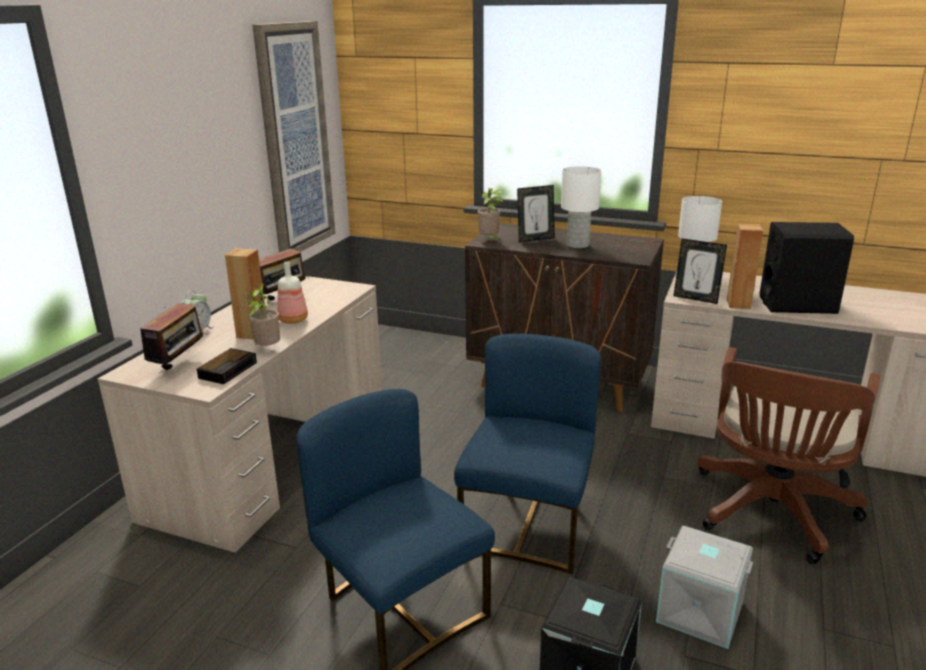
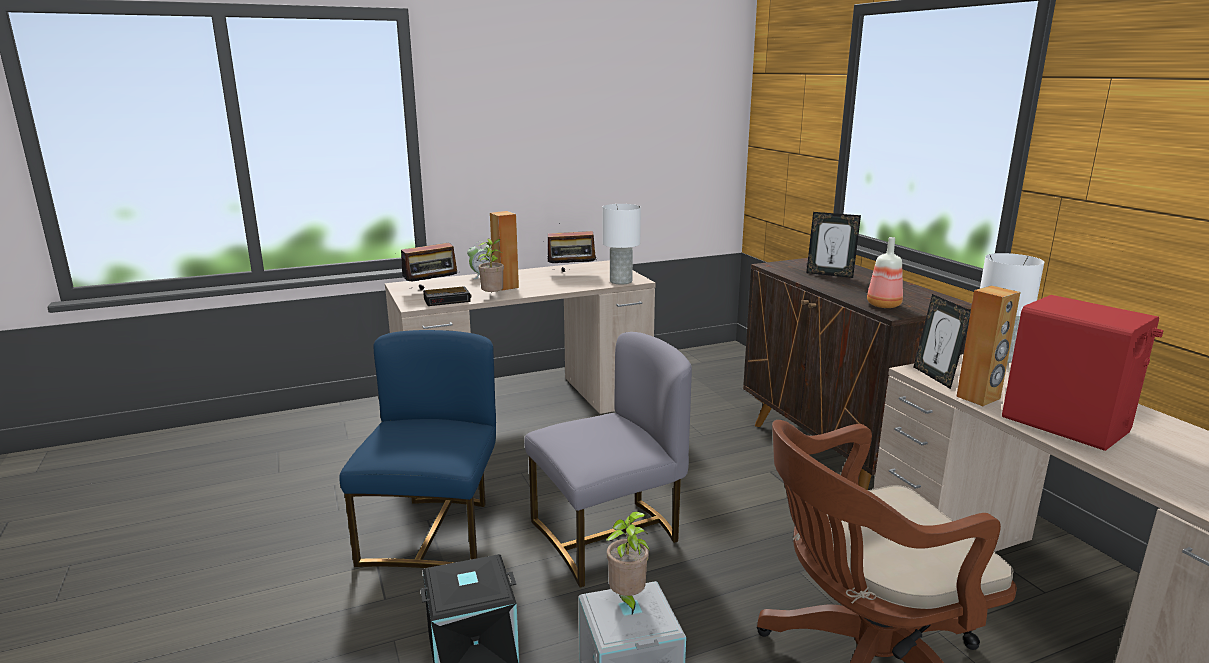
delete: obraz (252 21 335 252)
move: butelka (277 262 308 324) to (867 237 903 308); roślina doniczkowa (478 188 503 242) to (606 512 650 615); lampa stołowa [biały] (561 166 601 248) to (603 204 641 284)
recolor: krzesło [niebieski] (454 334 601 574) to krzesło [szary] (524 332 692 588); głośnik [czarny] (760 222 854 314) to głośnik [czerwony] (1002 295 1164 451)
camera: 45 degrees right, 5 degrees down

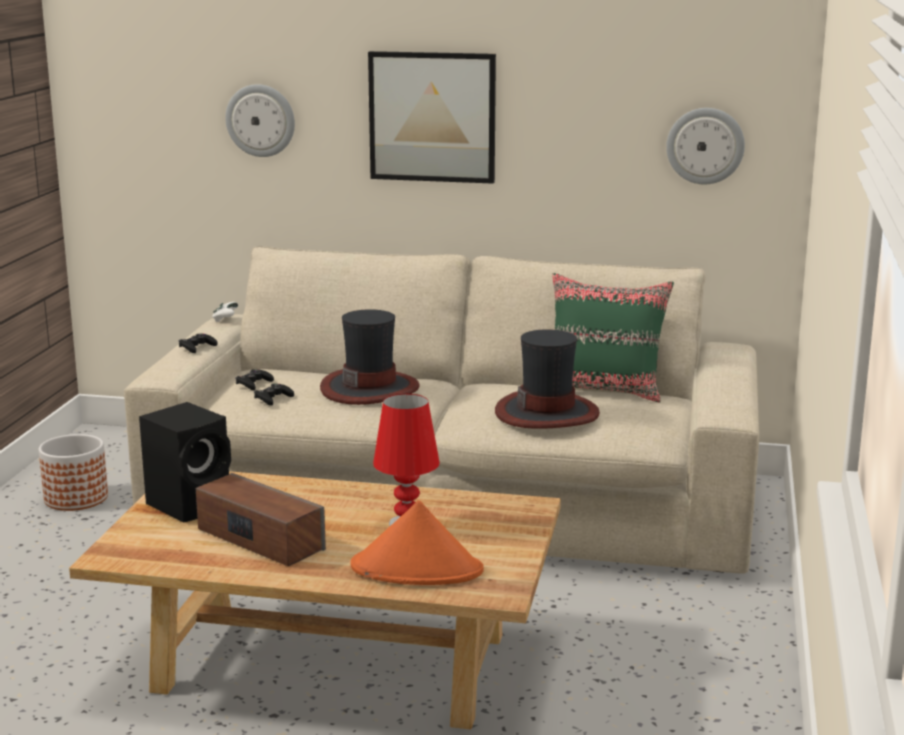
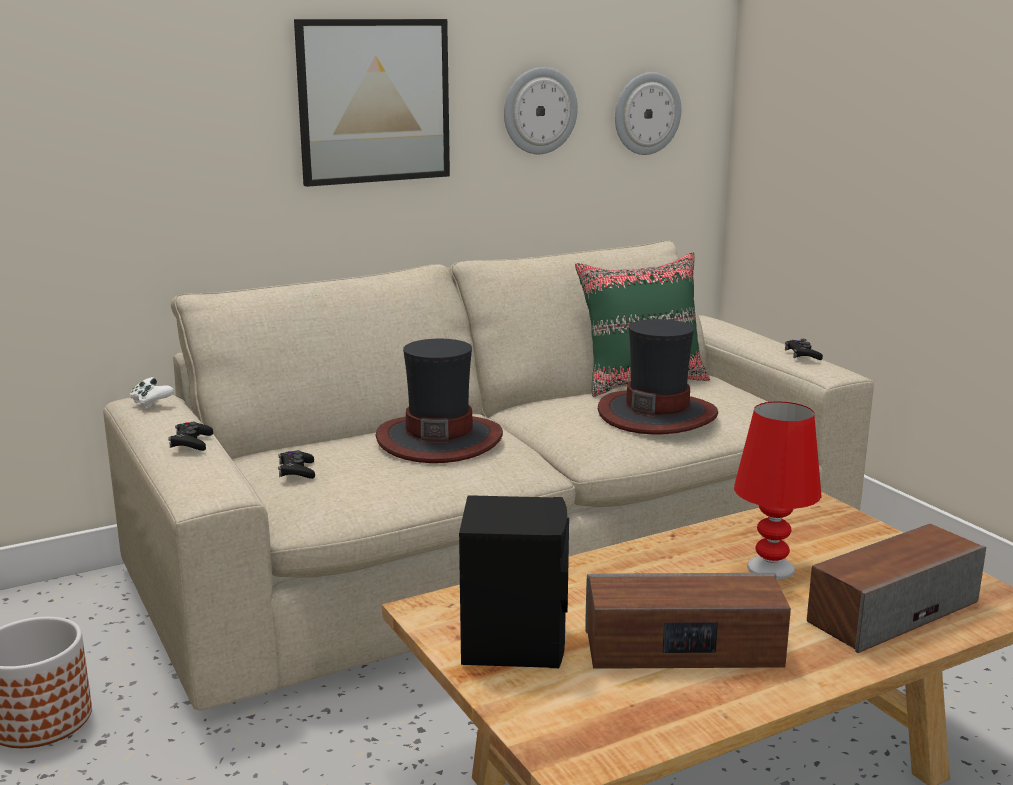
move: zegar ścienny (225 84 295 157) to (504 67 578 154); pad do gier [czarny] (254 384 294 406) to (785 339 823 360)
replace: kapelusz [pomarańczowy] (350 500 484 585) to głośnik (807 524 986 653)
camera: 40 degrees left, 0 degrees up

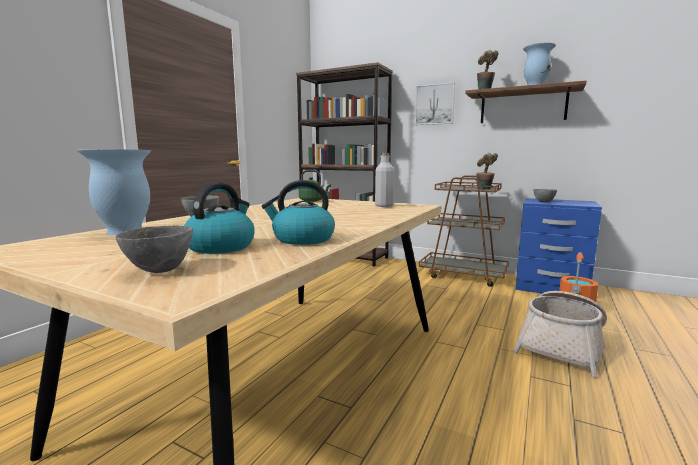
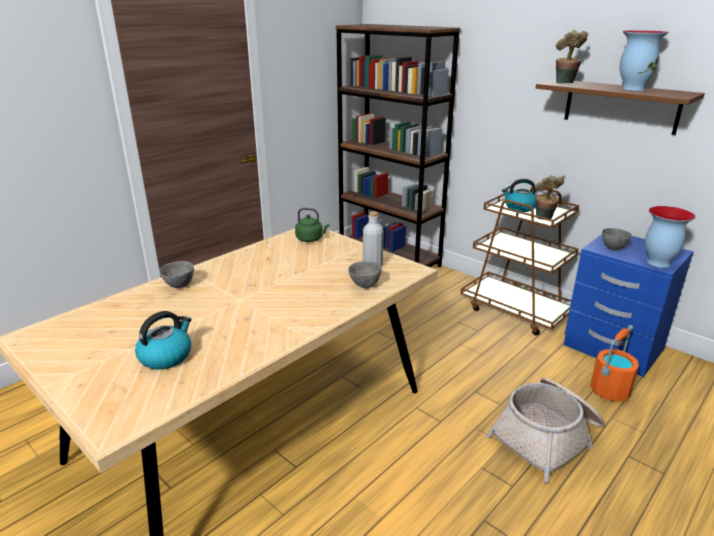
delete: obraz (415 82 455 125)
move: wazon (77 149 151 236) to (645 206 696 268); miska [szary] (115 226 193 273) to (348 261 382 288); czajnik (262 180 335 245) to (502 179 536 212)
camera: 15 degrees right, 15 degrees up

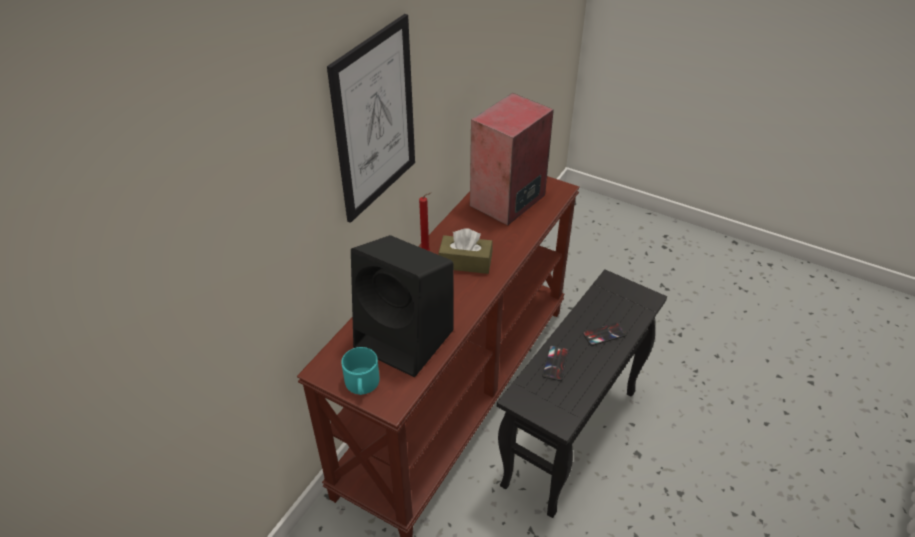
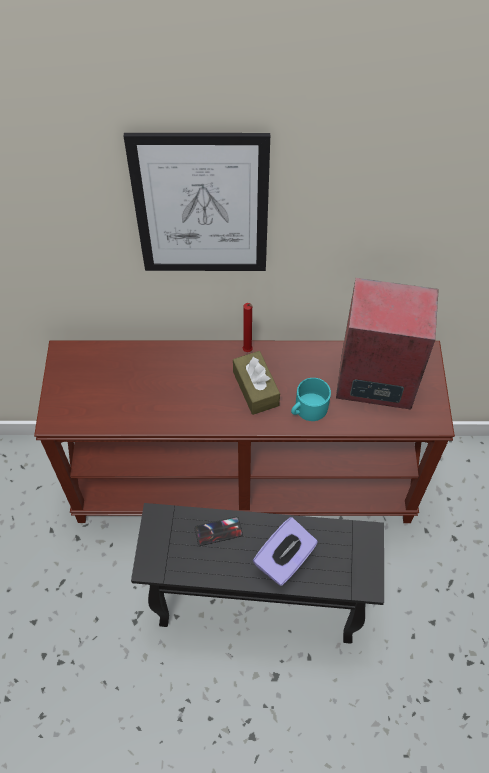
delete: głośnik [czarny] (351 235 454 377)
move: kubek [turkusowy] (341 347 379 395) to (291 378 331 421)
replace: telefon (583 322 627 346) to pudełko chusteczek [fioletowy] (253 517 318 586)
camera: 60 degrees right, 15 degrees up

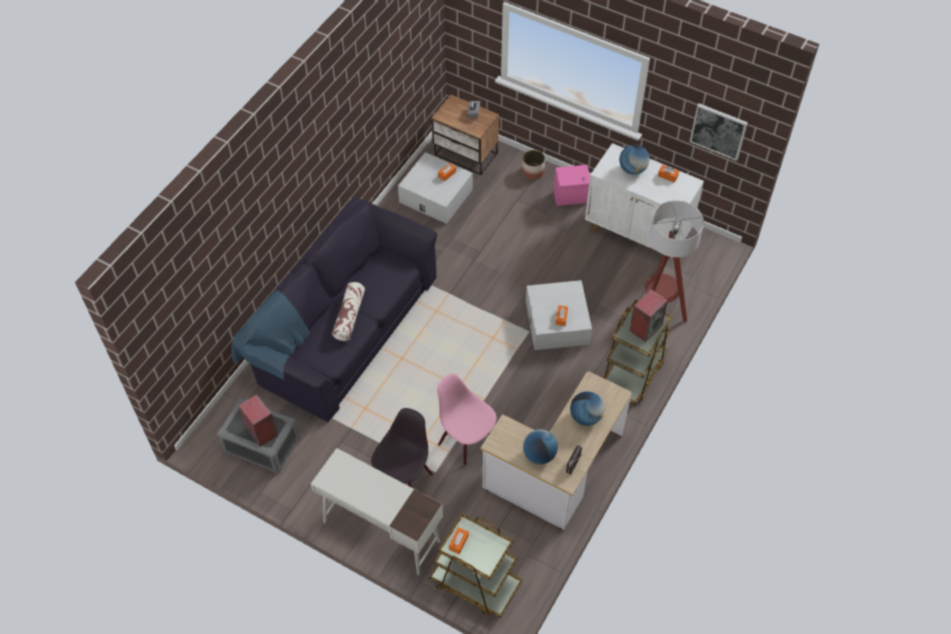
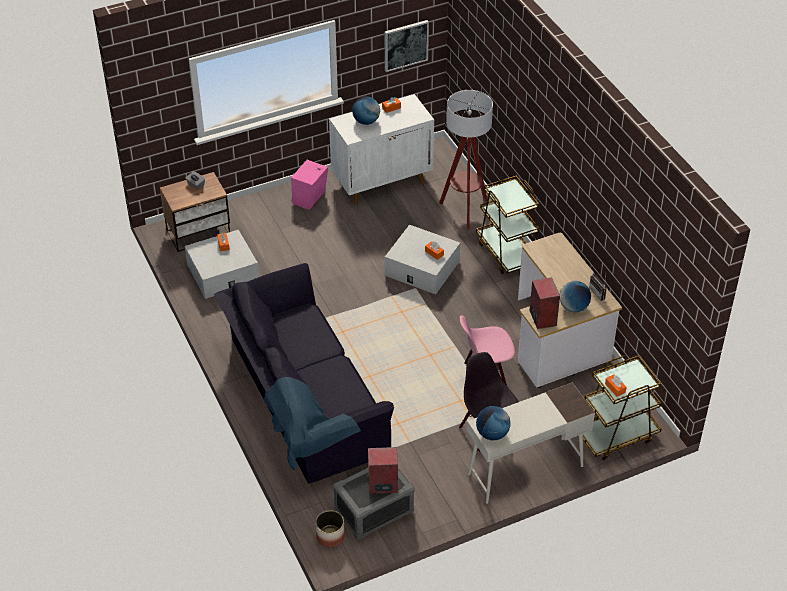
delete: poduszka (332 282 365 341)
move: donica (522 150 545 180) to (316 510 345 547); globus (570 391 605 426) to (476 406 511 441); głośnik (629 289 668 342) to (529 277 560 329)
camera: 55 degrees left, 10 degrees down

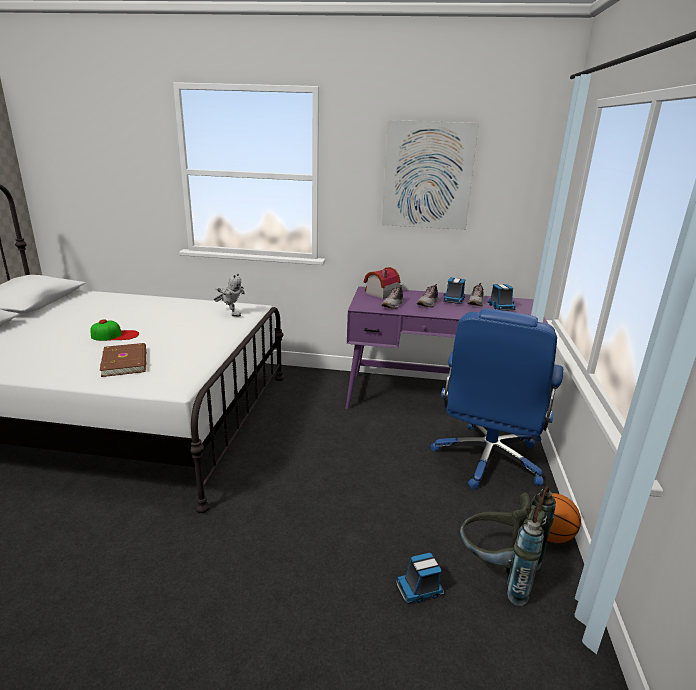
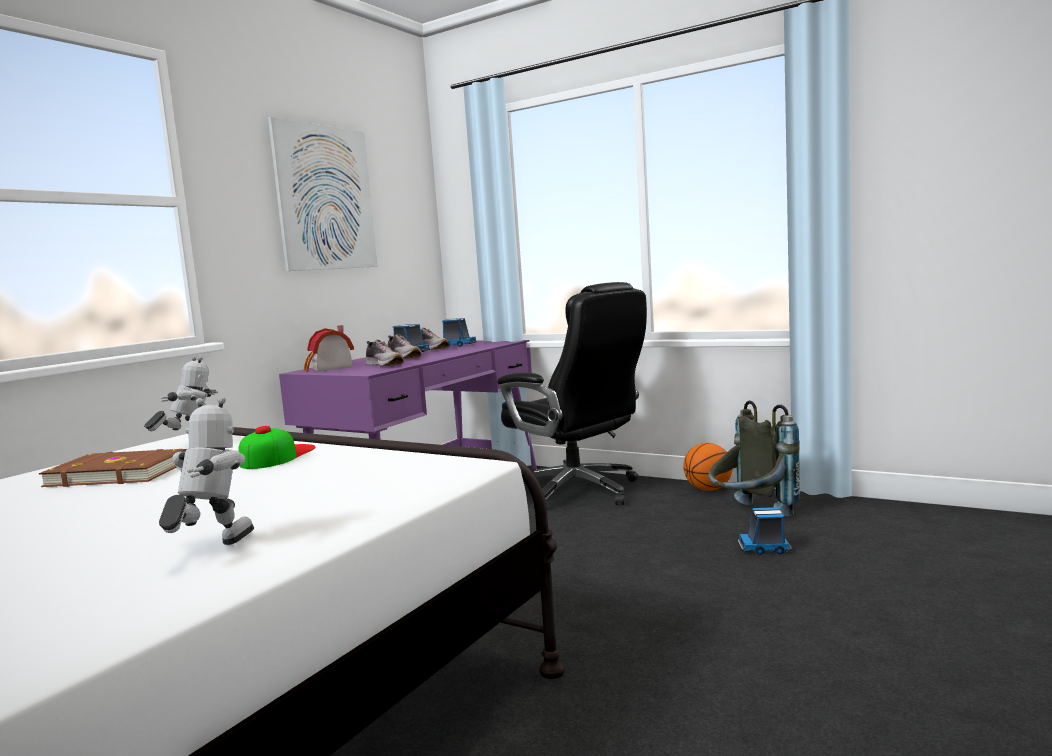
insert: robot zabawkowy (159 397 254 545)
move: czapka z daszkiem (90 319 139 341) to (239 426 316 469); książka [brązowy] (100 343 146 377) to (39 449 187 487)
recolor: krzesło biurowe [niebieski] (431 309 563 490) to krzesło biurowe [czarny] (497 282 647 509)
rotate: ciężarówka zabawkowa (396 553 445 604) = (738 507 792 555) 90 degrees clockwise
camera: 65 degrees left, 15 degrees down

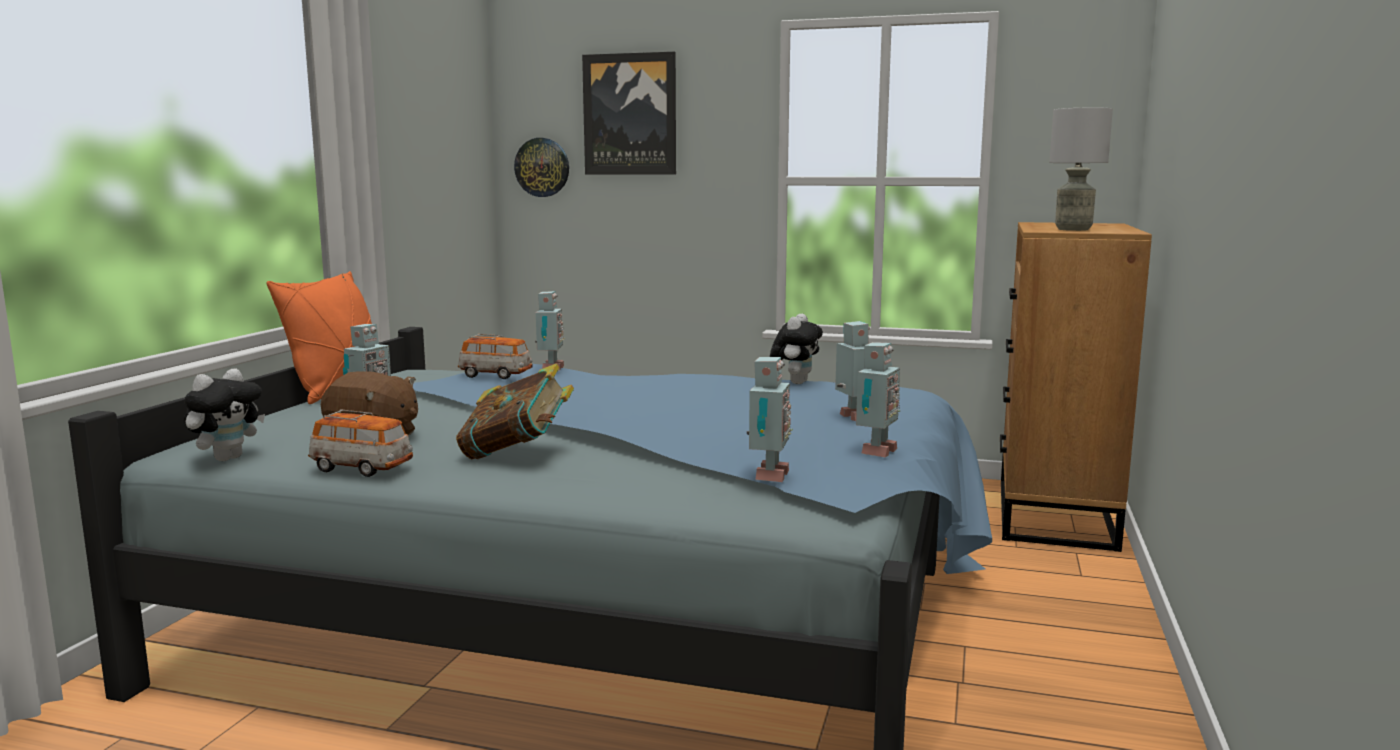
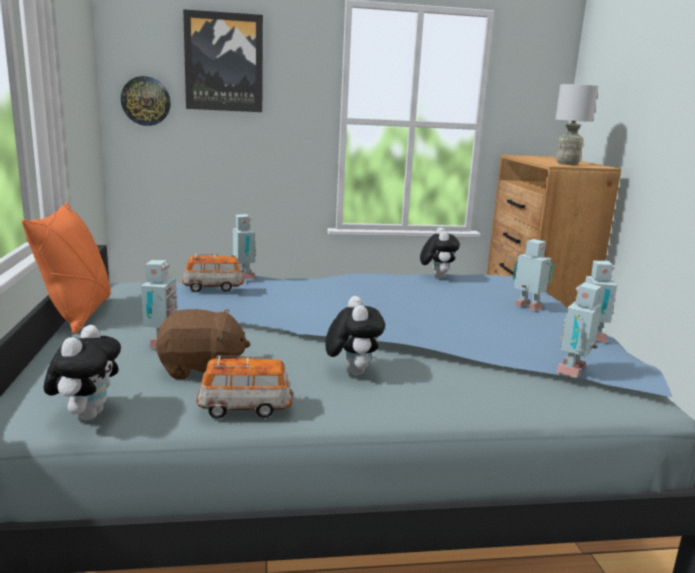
replace: książka (456 363 574 459) to pluszak (326 296 385 375)
rotate: robot zabawkowy (747 357 793 482) = (556 282 602 378) 135 degrees counterclockwise
camera: 25 degrees left, 5 degrees up

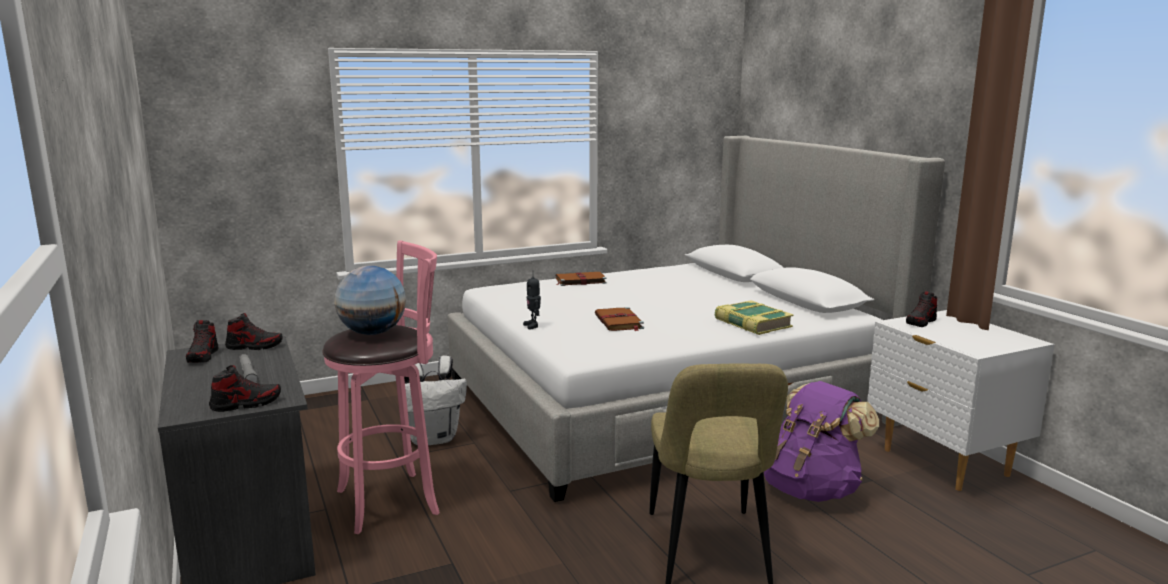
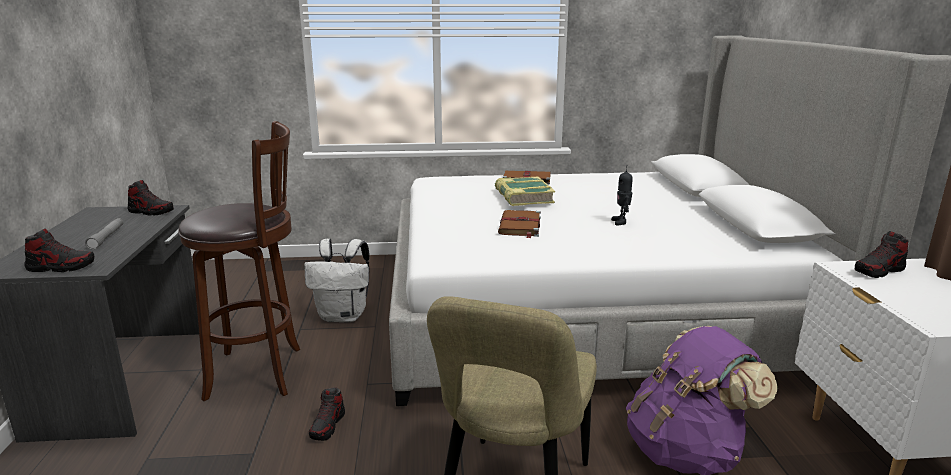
delete: globus (334 266 406 335)
move: but (186 320 219 363) to (309 387 345 441); robot zabawkowy (523 276 541 330) to (611 165 633 226); książka (715 300 794 335) to (495 177 555 206)
recolor: stołek [różowy] (322 241 440 534) to stołek [brązowy] (178 121 300 401)
camera: 20 degrees right, 5 degrees up

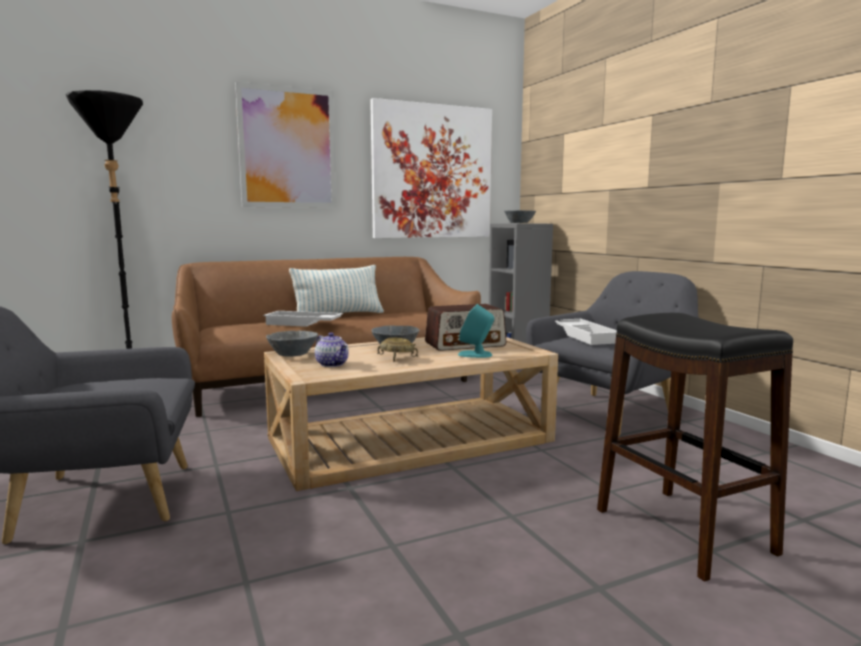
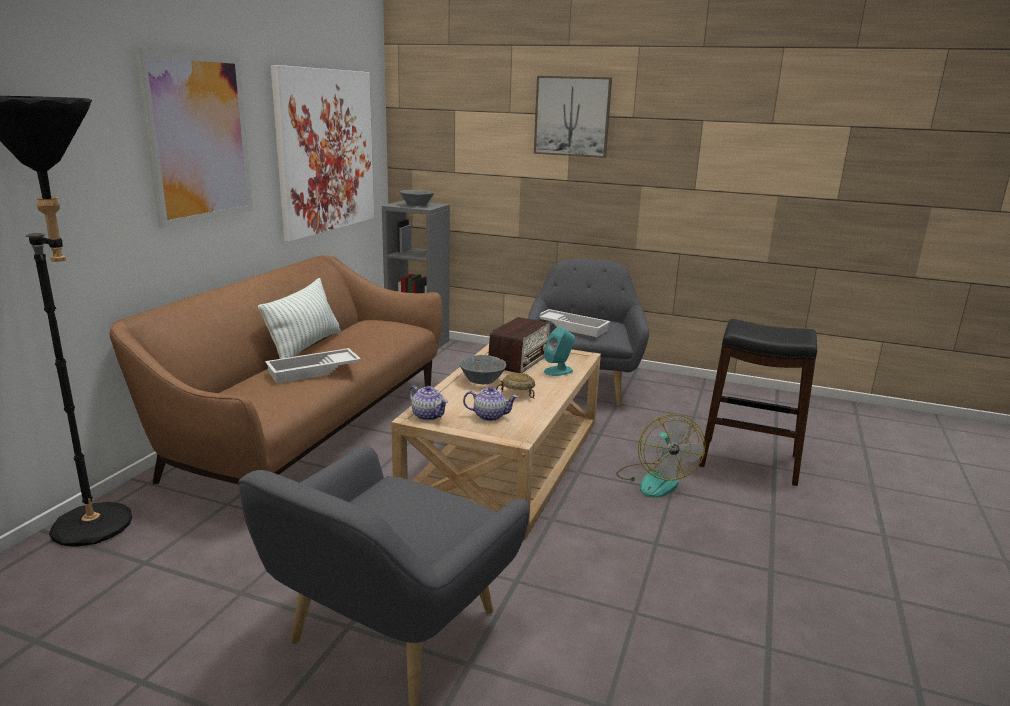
insert: obraz (534 76 612 158); wentylator (616 414 706 498)
replace: miska [szary] (266 331 318 357) to imbryk (409 386 448 421)
camera: 45 degrees left, 10 degrees up

